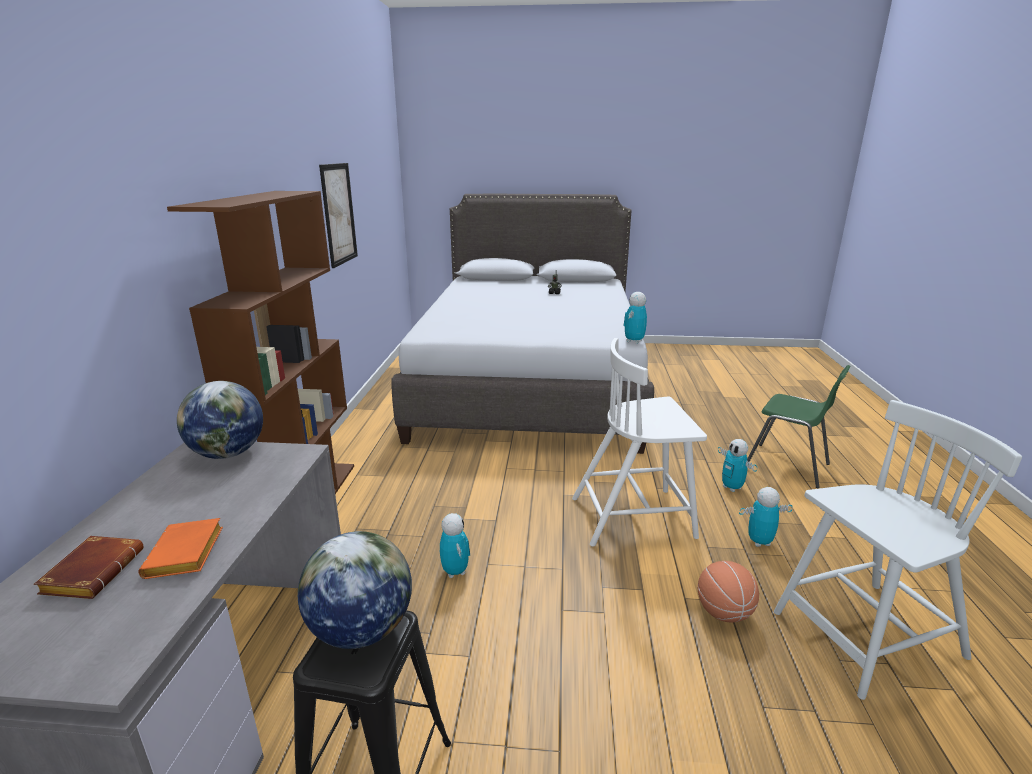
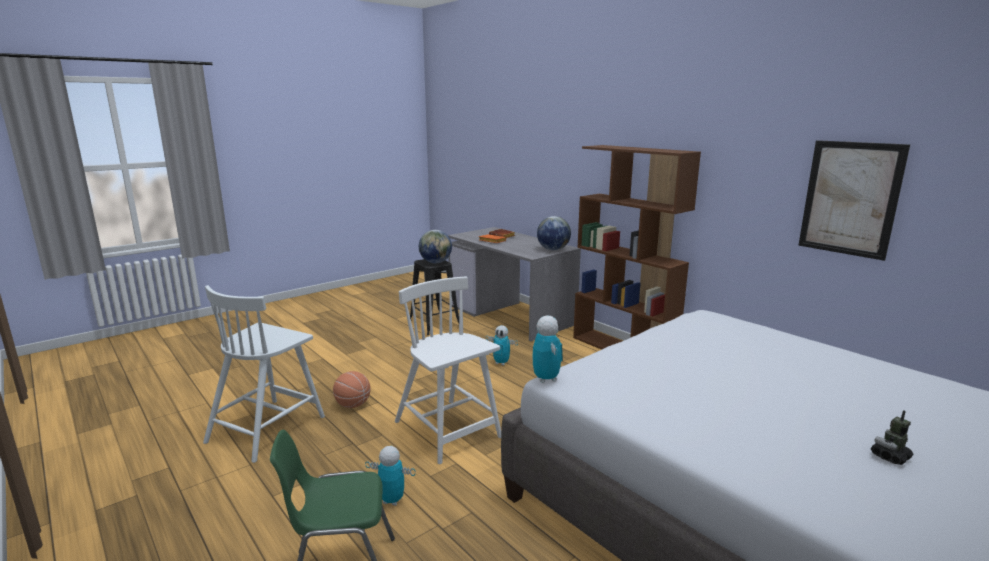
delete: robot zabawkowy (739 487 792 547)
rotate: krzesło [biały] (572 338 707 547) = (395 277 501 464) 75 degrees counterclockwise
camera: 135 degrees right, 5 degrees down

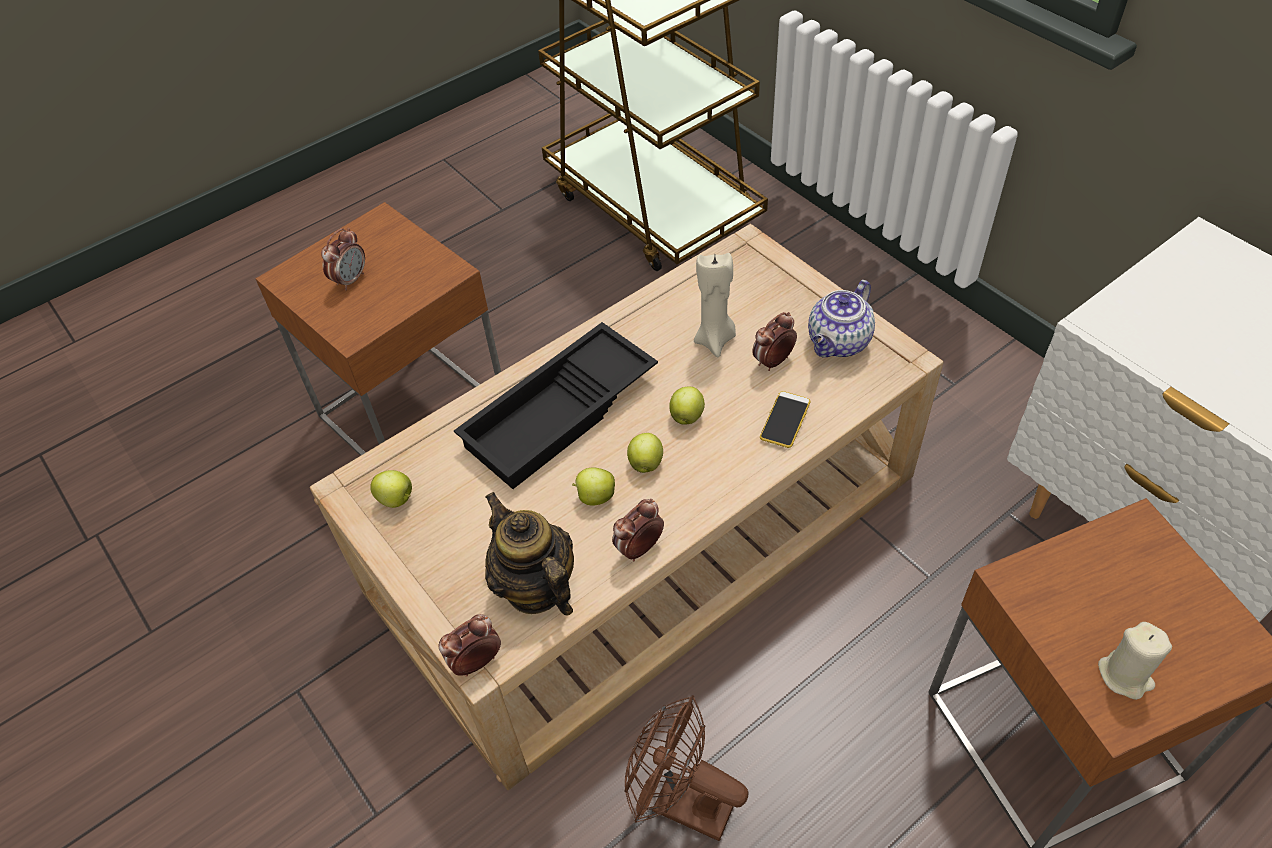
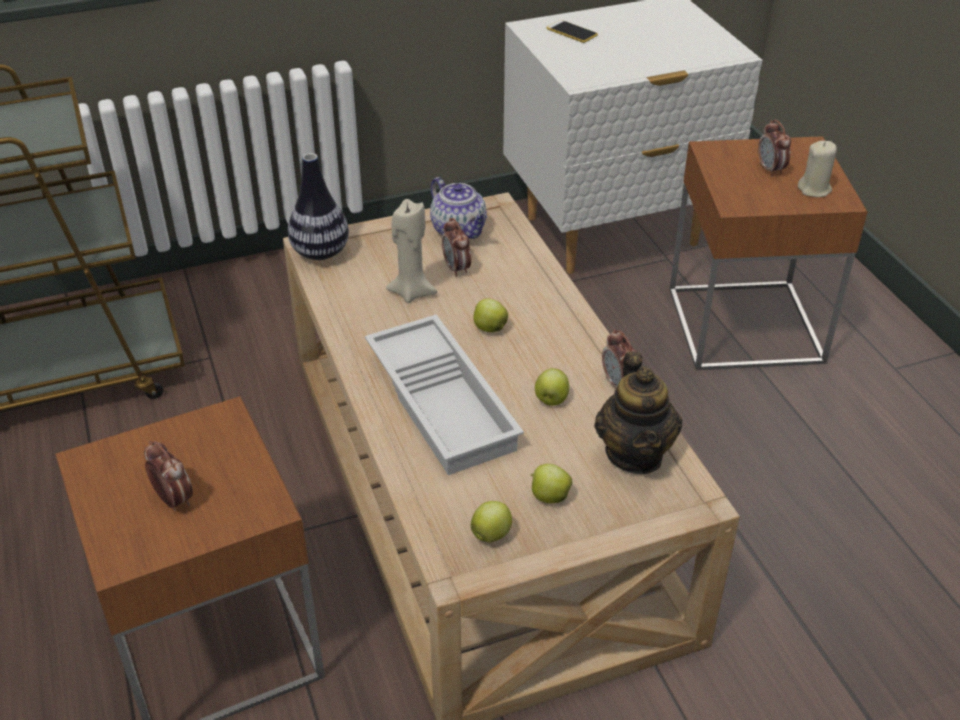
delete: wentylator [brązowy] (624 695 748 841)
insert: wazon (288 153 349 260)
move: budzik (439 614 501 677) to (758 120 791 177); jabłko (627 433 663 473) to (531 464 572 503); telefon (760 391 811 448) to (547 20 598 43)
recolor: taca [czarny] (454 322 658 489) to taca [biały] (365 315 524 475)
rotate: imbryk (485 492 574 616) = (594 351 682 474) 75 degrees counterclockwise
camera: 75 degrees left, 10 degrees down

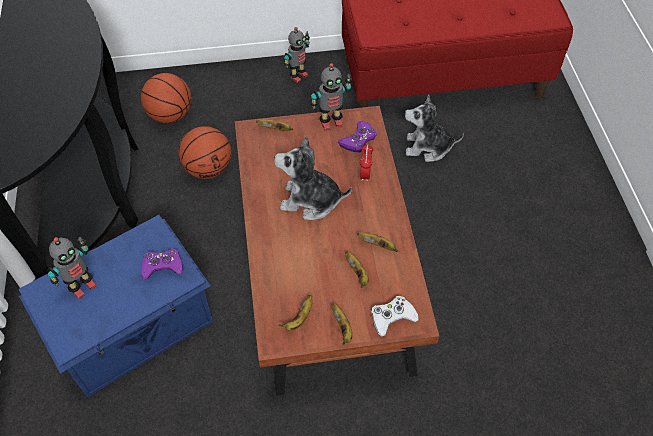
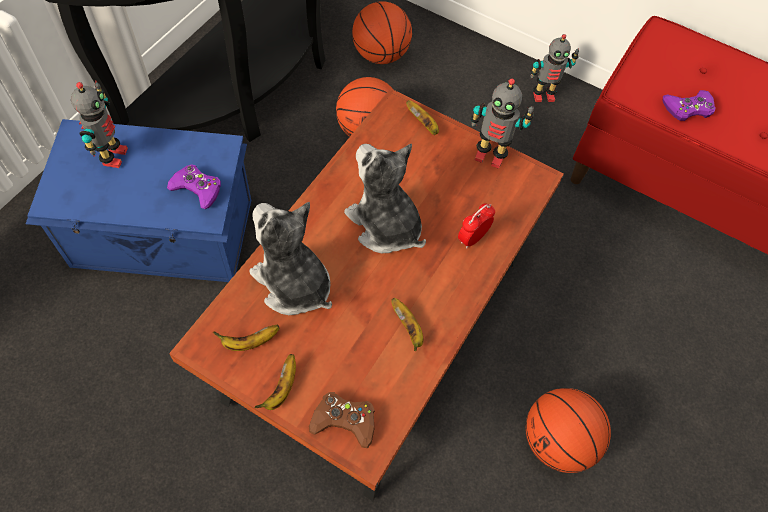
delete: banan (345 251 369 288)
insert: piłka do koszykówki (526 388 611 473)
move: pad do gier [fioletowy] (338 121 377 152) to (662 90 716 121); pluszak (405 95 464 162) to (249 202 332 315)
recolor: pad do gier [biały] (371 296 419 337) to pad do gier [brązowy] (309 392 375 448)
rotate: robot zabawkowy (48 237 97 299) = (71 80 128 168) 75 degrees counterclockwise
camera: 35 degrees right, 5 degrees up

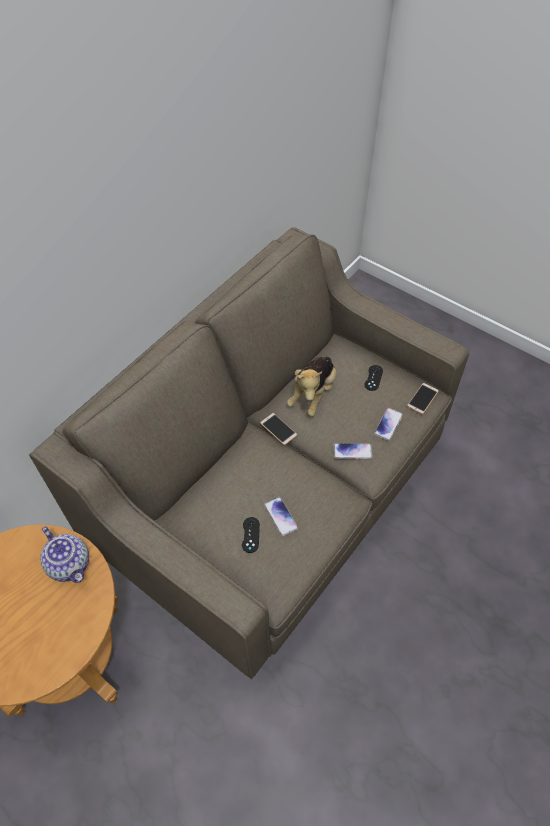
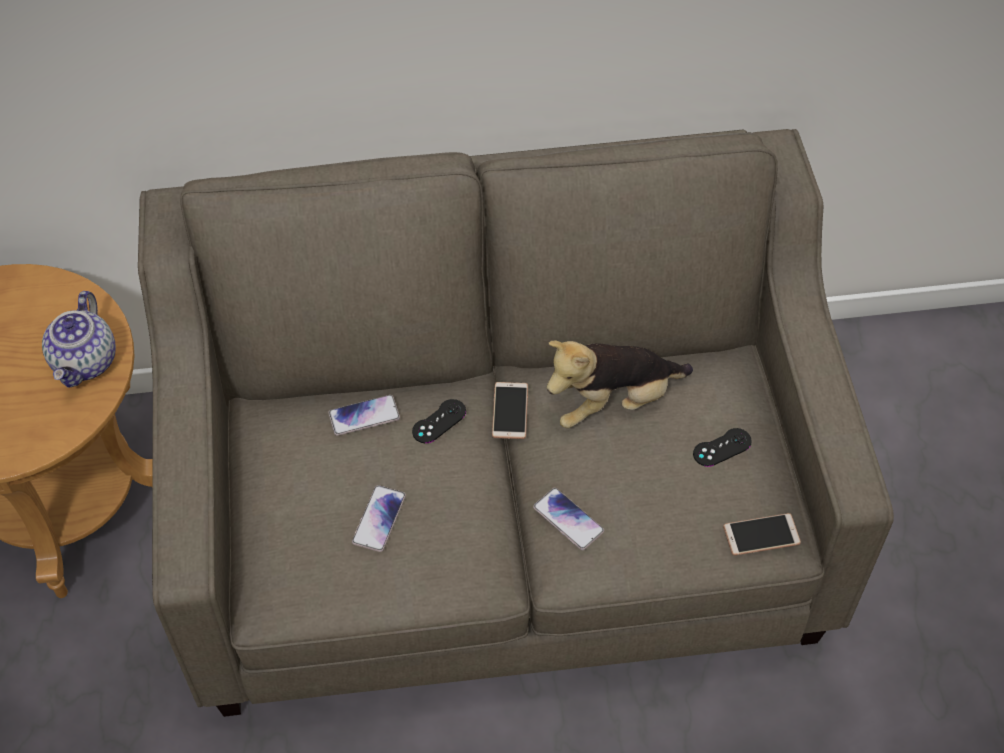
move: pad do gier [czarny] (242 517 260 553) to (412 399 466 443); telefon (374 408 403 441) to (328 395 400 436)
camera: 45 degrees right, 0 degrees up

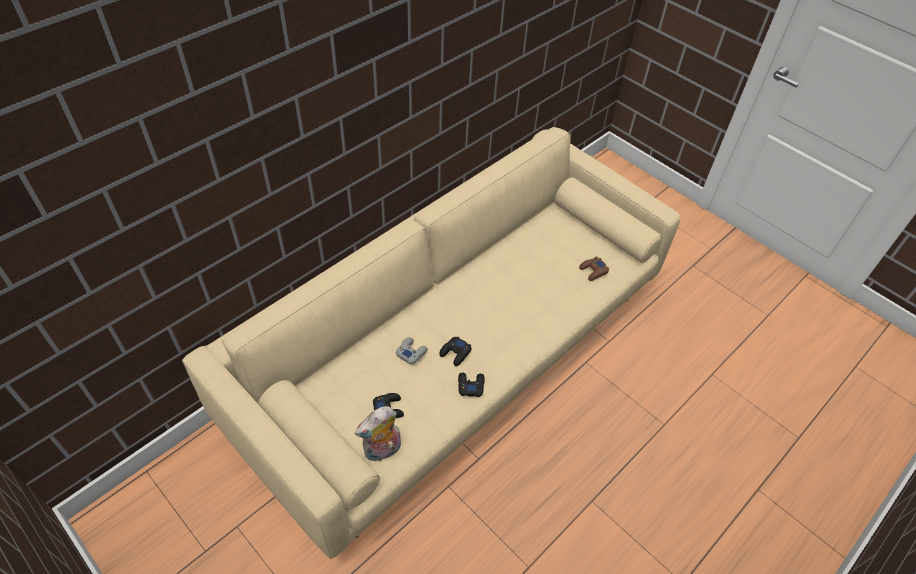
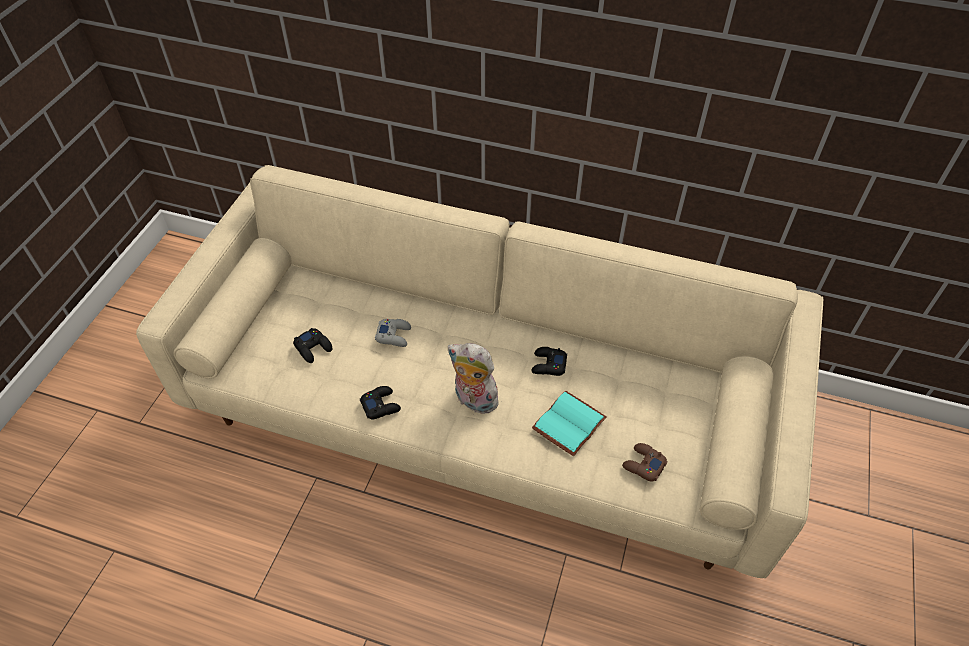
insert: książka [turkusowy] (532 390 607 456)
move: pluszak (355 406 401 462) to (448 343 499 414); pad do gier [czarny] (439 336 471 366) to (531 347 567 376)
camera: 65 degrees right, 0 degrees up

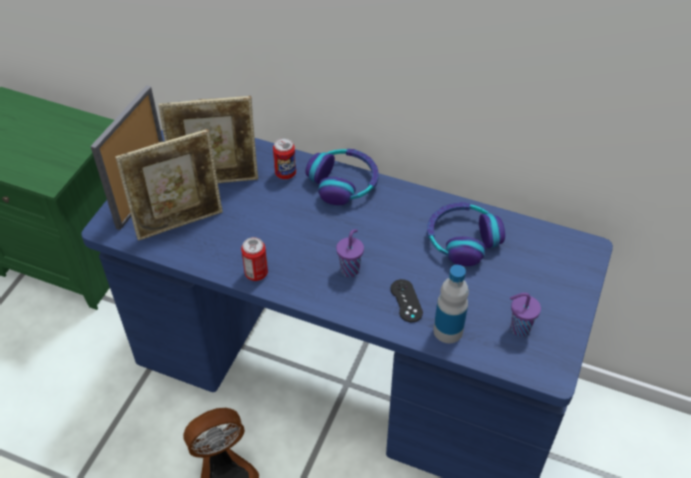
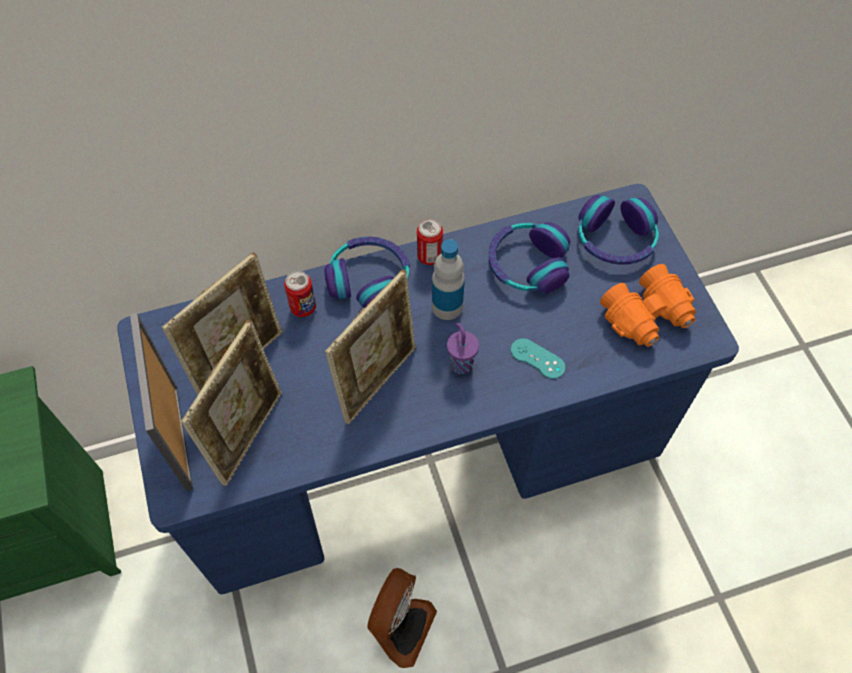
insert: ramka na zdjęcie (325 269 416 424); słuchawki (578 195 659 265)
move: puszka (241 237 268 281) to (417 219 443 265); butelka (434 265 469 343) to (432 239 465 320)
replace: filiżanka [fioletowy] (510 293 541 336) to lornetka [pomarańczowy] (600 264 696 347)
recolor: pad do gier [czarny] (391 279 423 322) to pad do gier [turkusowy] (511 338 565 379)
camera: 40 degrees left, 10 degrees up

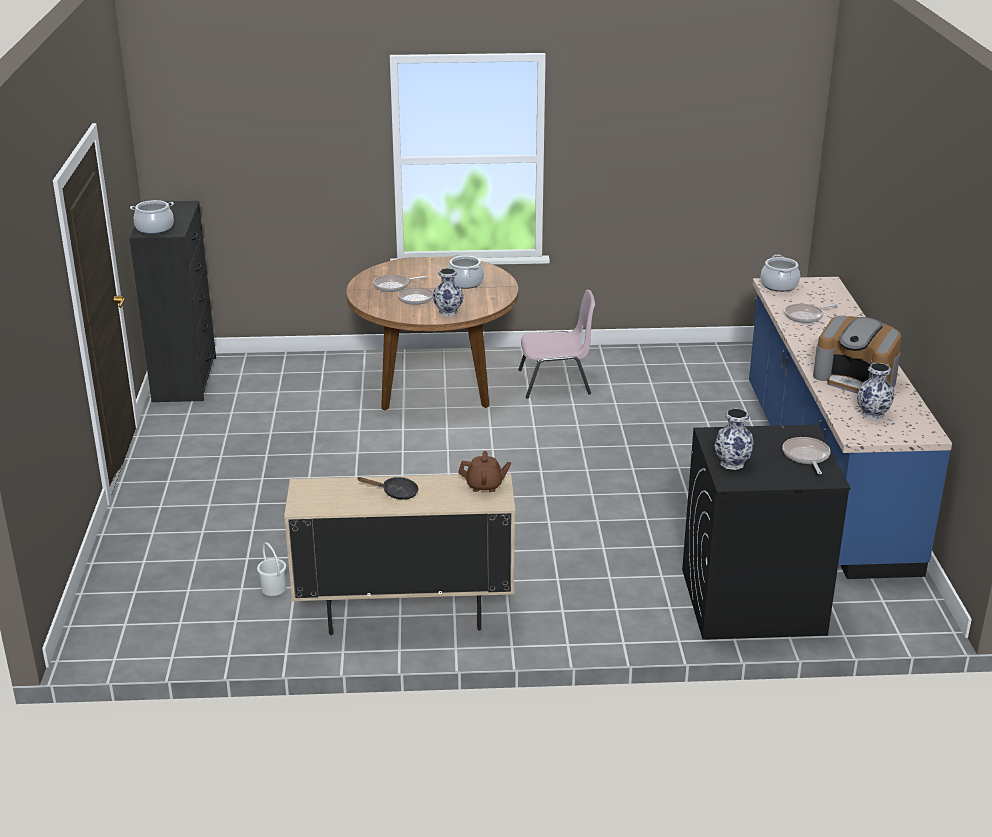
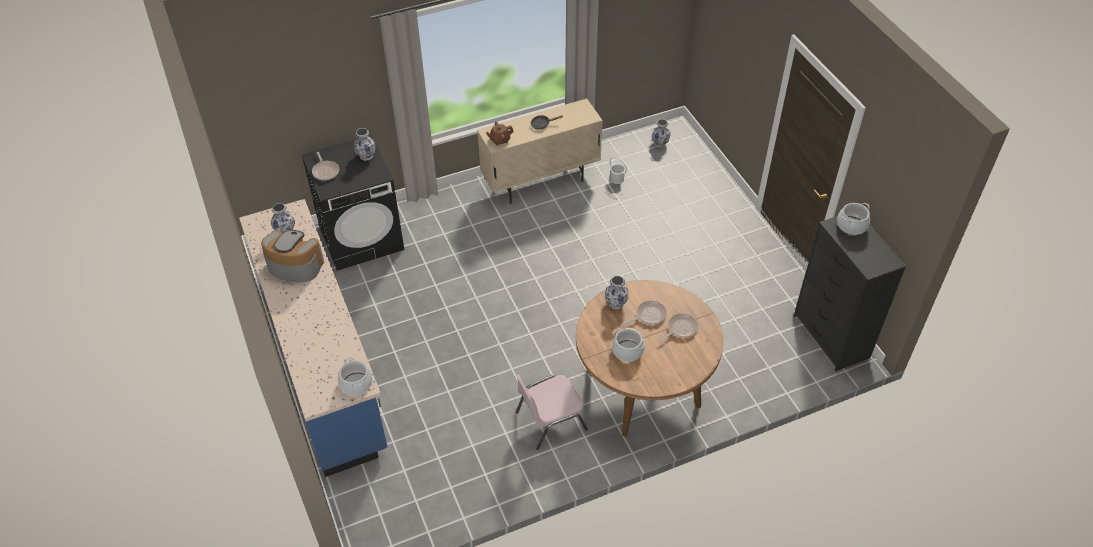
delete: patelnia (784 304 838 323)
insert: wazon (652 119 671 148)
camera: 160 degrees right, 20 degrees up

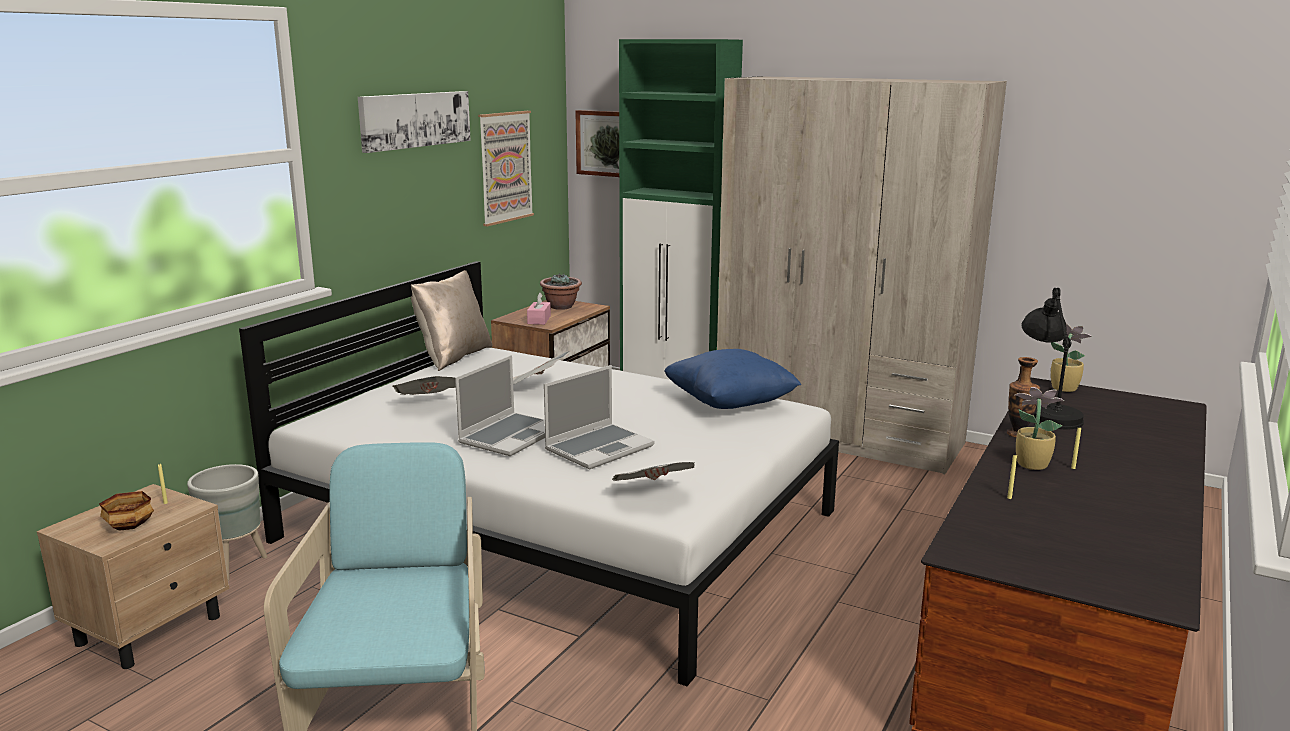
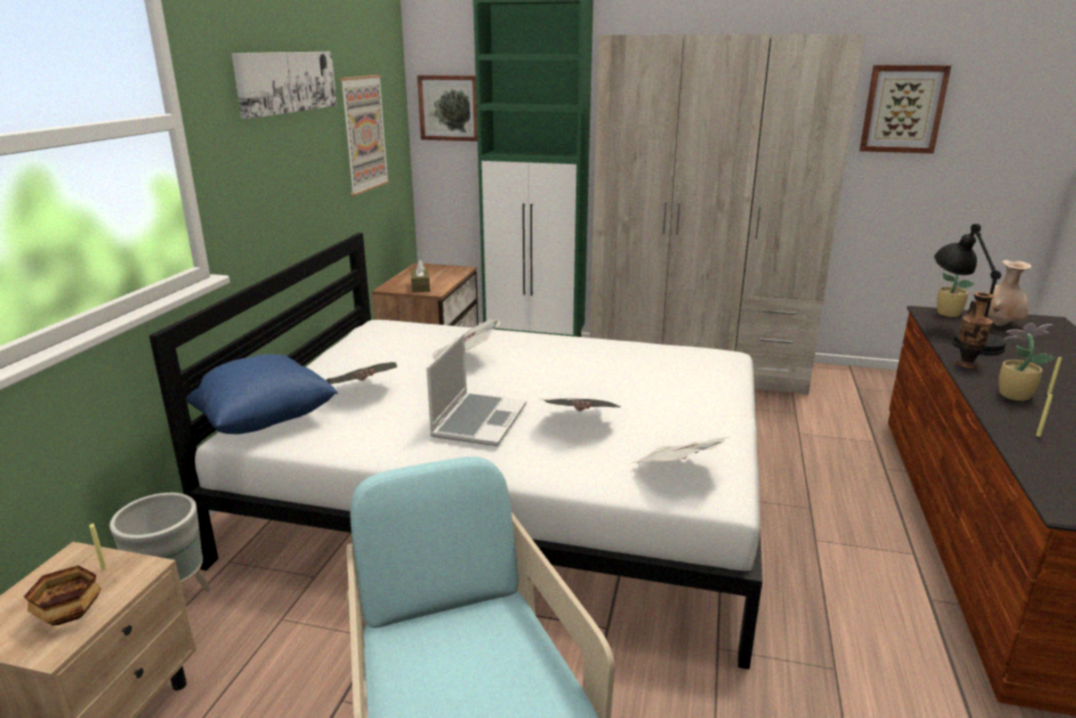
delete: poduszka [beżowy] (411 270 492 371); roślina doniczkowa (540 274 582 310)
insert: obraz (859 65 951 154); wazon [beżowy] (984 260 1032 326)
move: poduszka [niebieski] (664 349 801 409) to (186 354 338 434)
replace: laptop (544 365 655 470) to gazeta (540 398 620 411)
recolor: pudełko chusteczek [różowy] (527 293 551 325) to pudełko chusteczek [brązowy] (411 260 430 292)
camera: 15 degrees left, 5 degrees up

